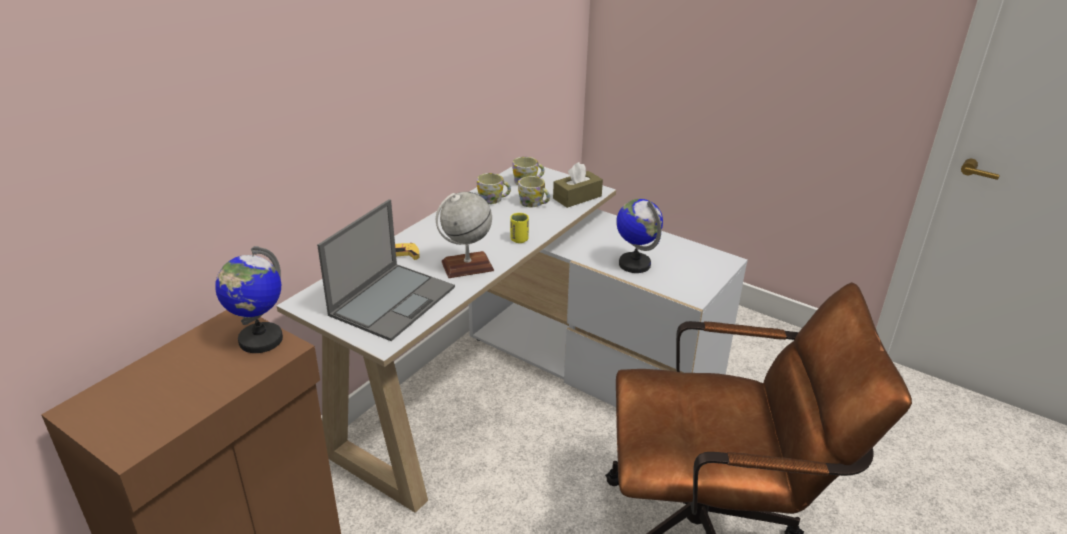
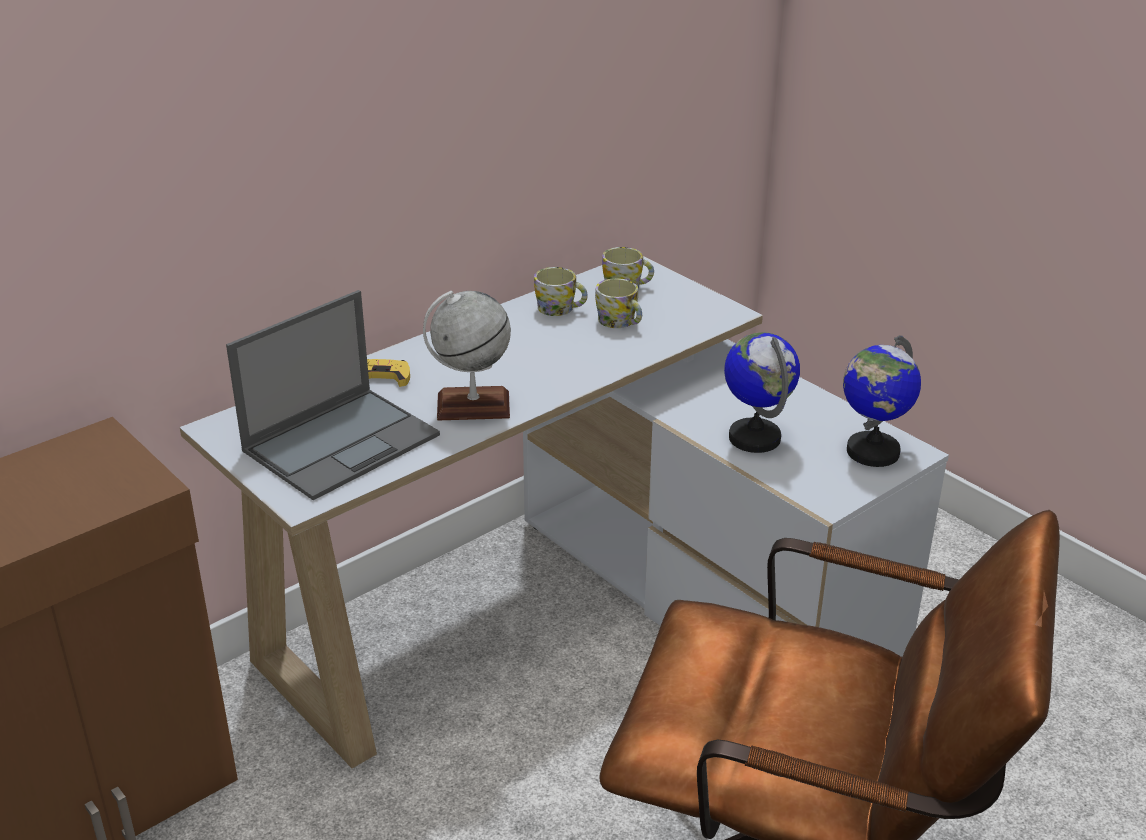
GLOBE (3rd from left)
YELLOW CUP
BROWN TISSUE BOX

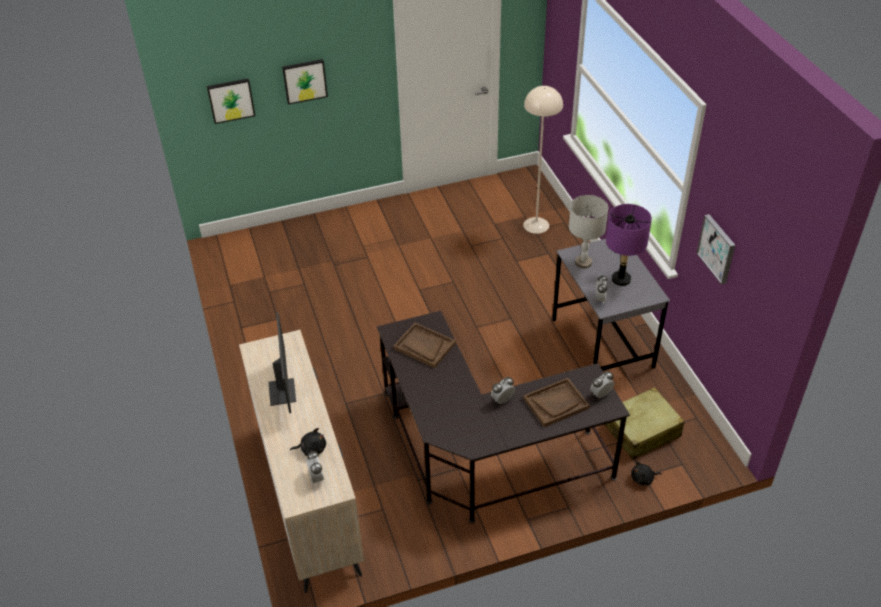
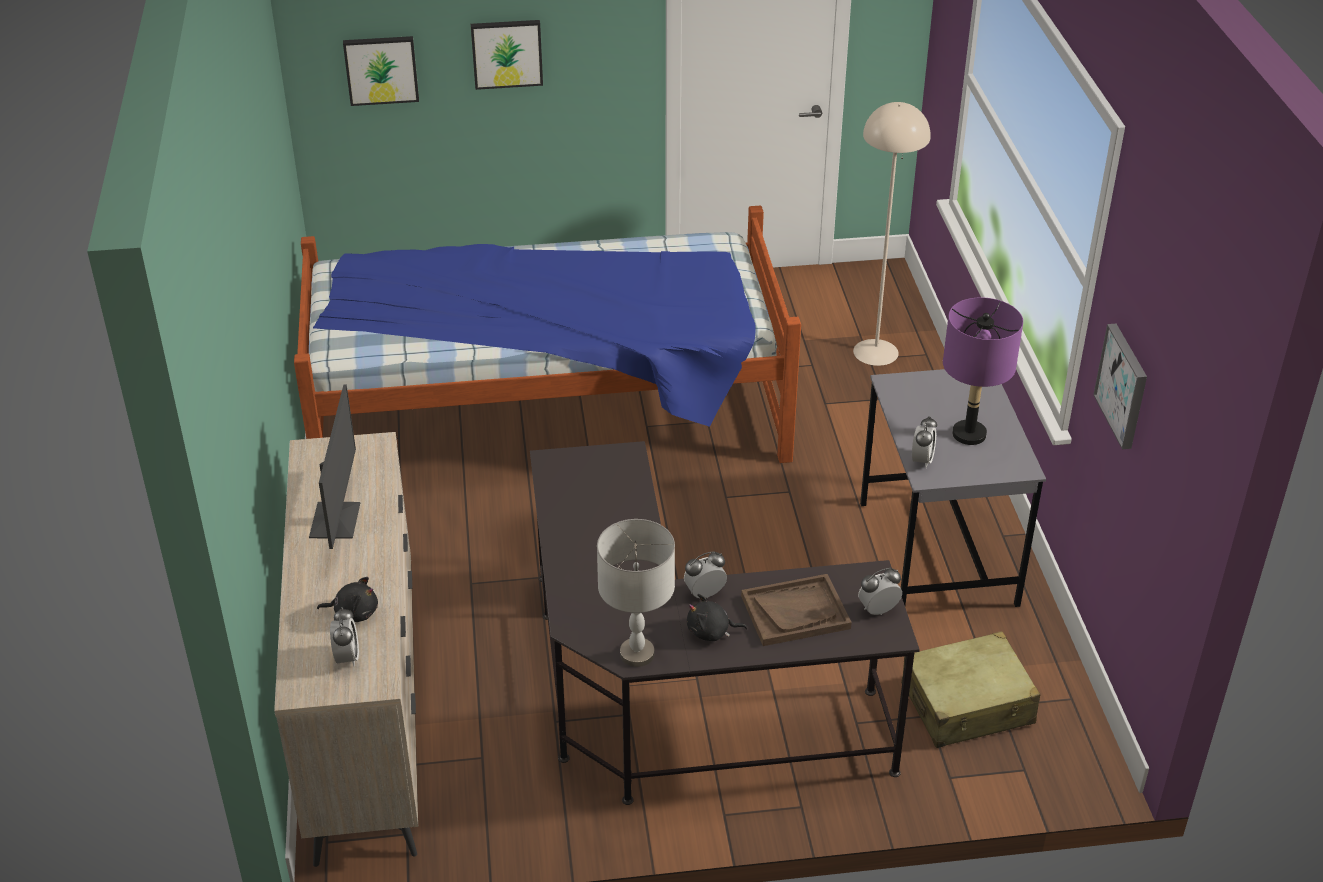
BED
GREY TABLE LAMP
BLACK PLUSH TOY (2nd from left)
BROWN TRAY (1st from left in the first image)

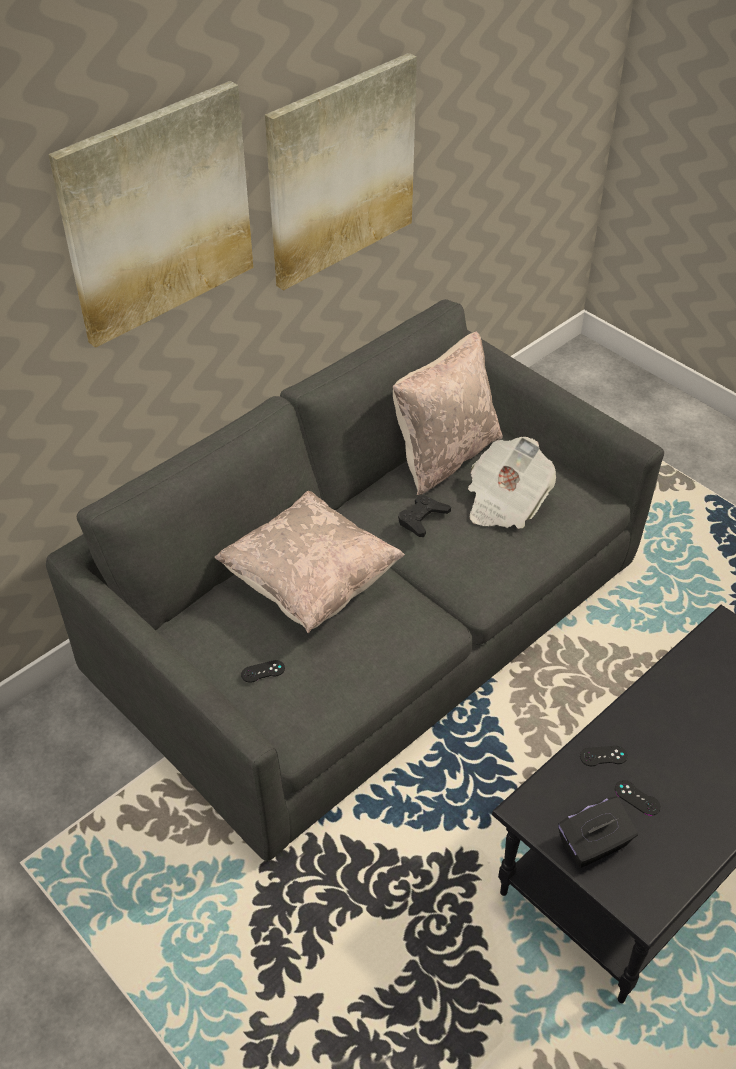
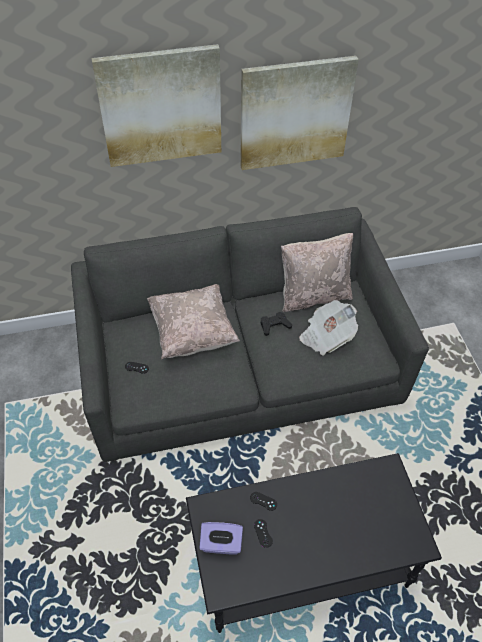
PURPLE TISSUE BOX

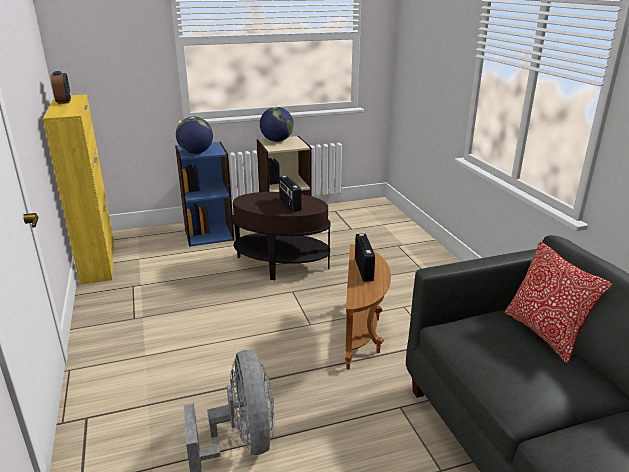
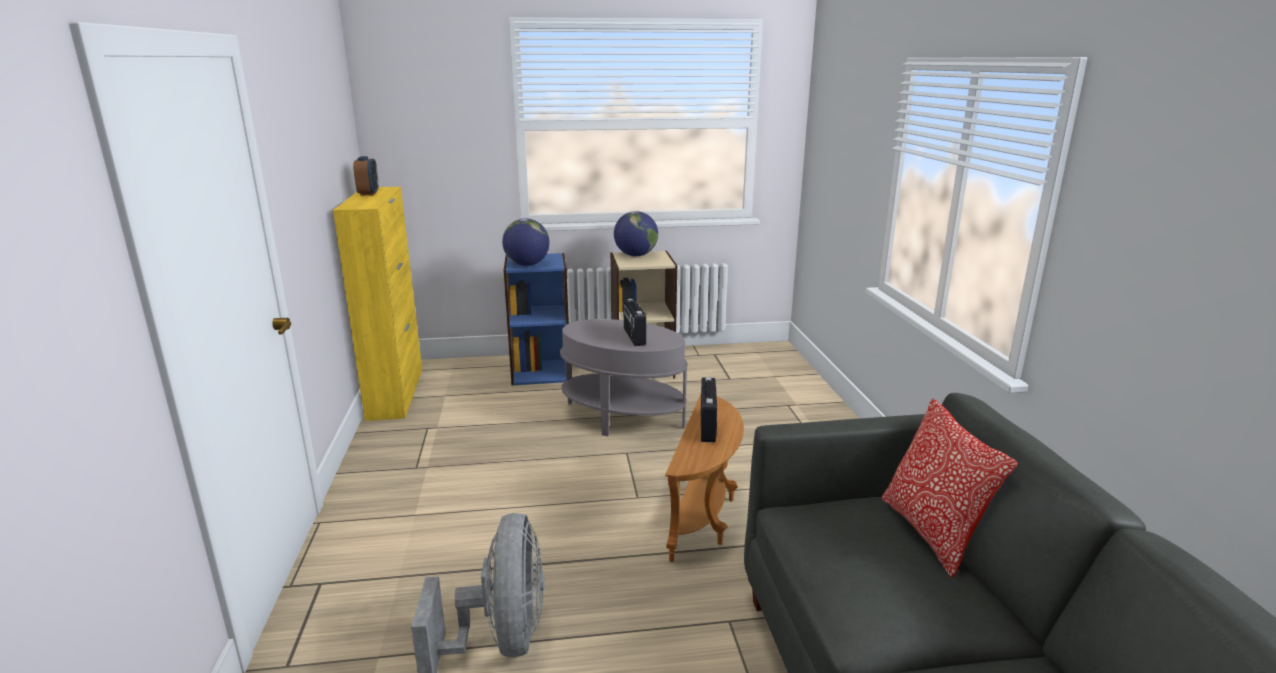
GREY SIDE TABLE

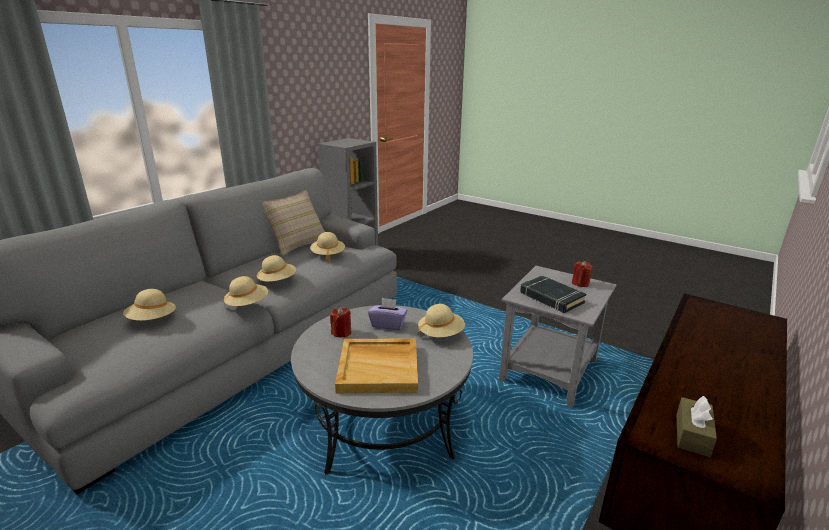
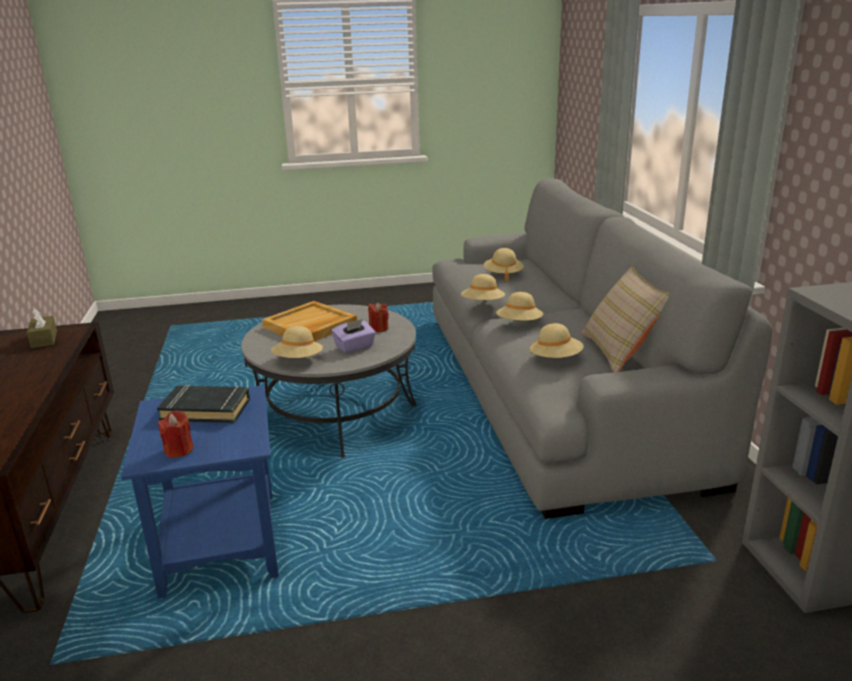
BLUE SIDE TABLE

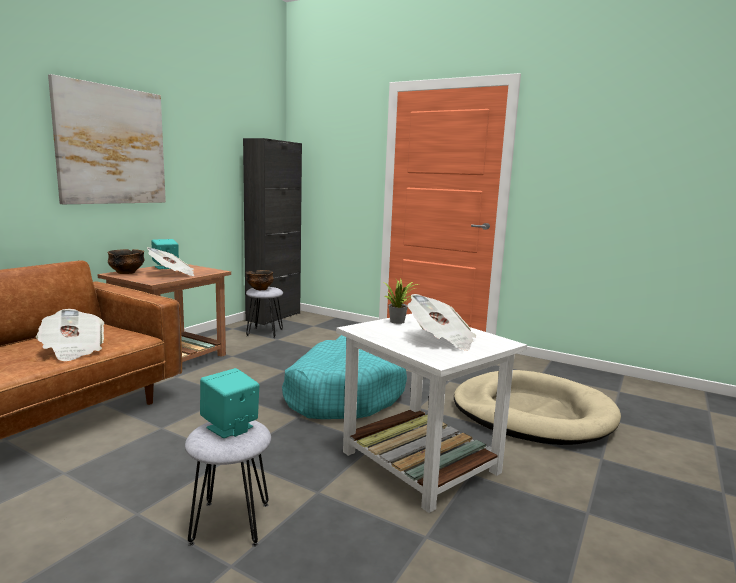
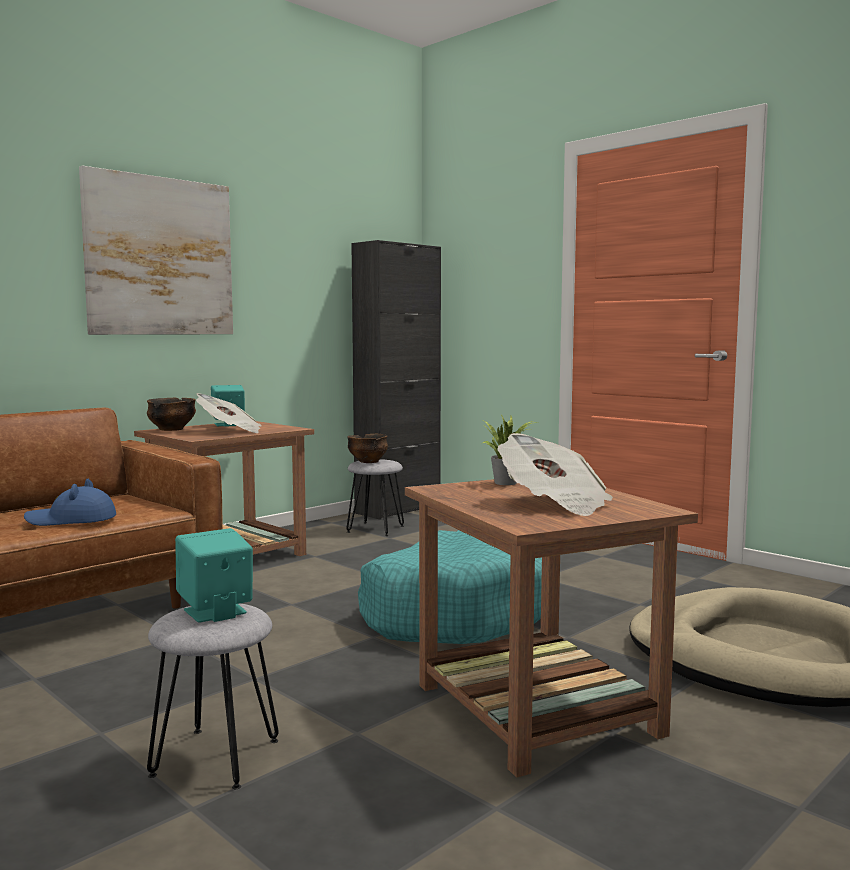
BLUE HAT
BROWN SIDE TABLE (2nd from left)

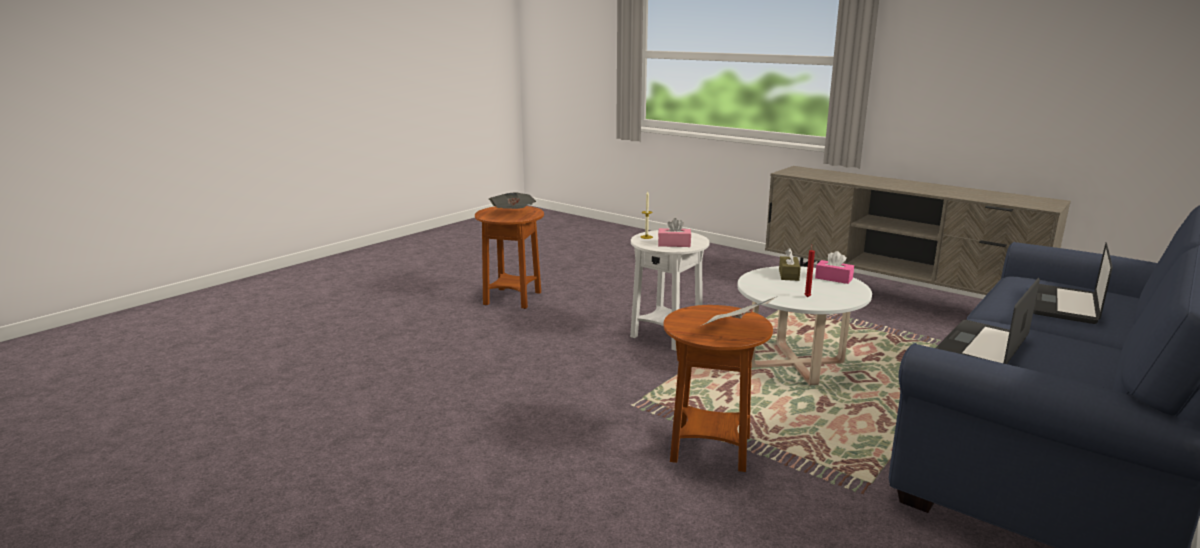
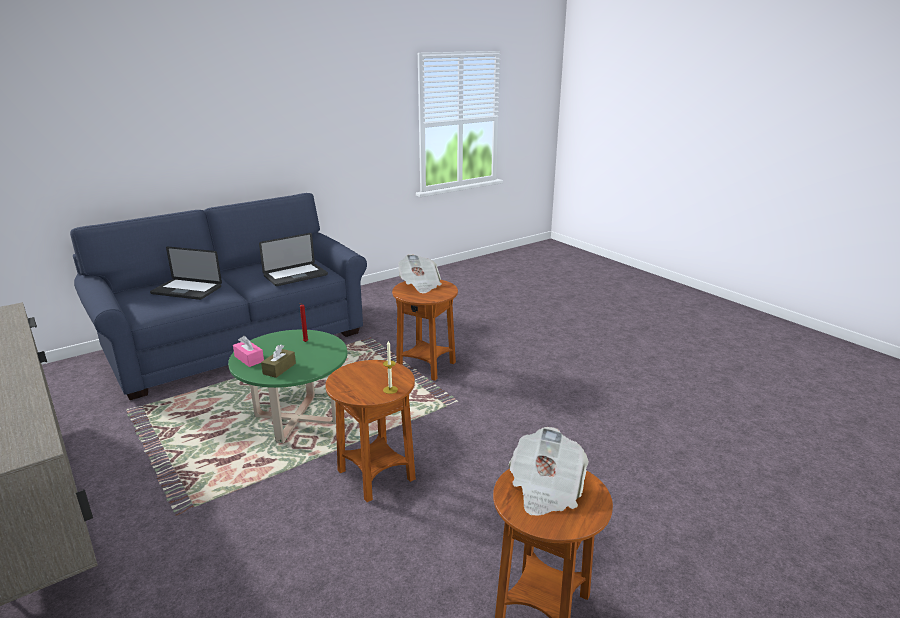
LAPTOP (1st from left)
GREEN COFFEE TABLE
BROWN SIDE TABLE (1st from left)
PINK TISSUE BOX (1st from left in the first image)

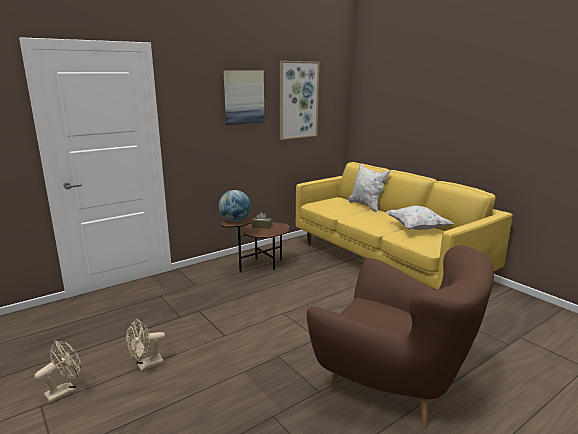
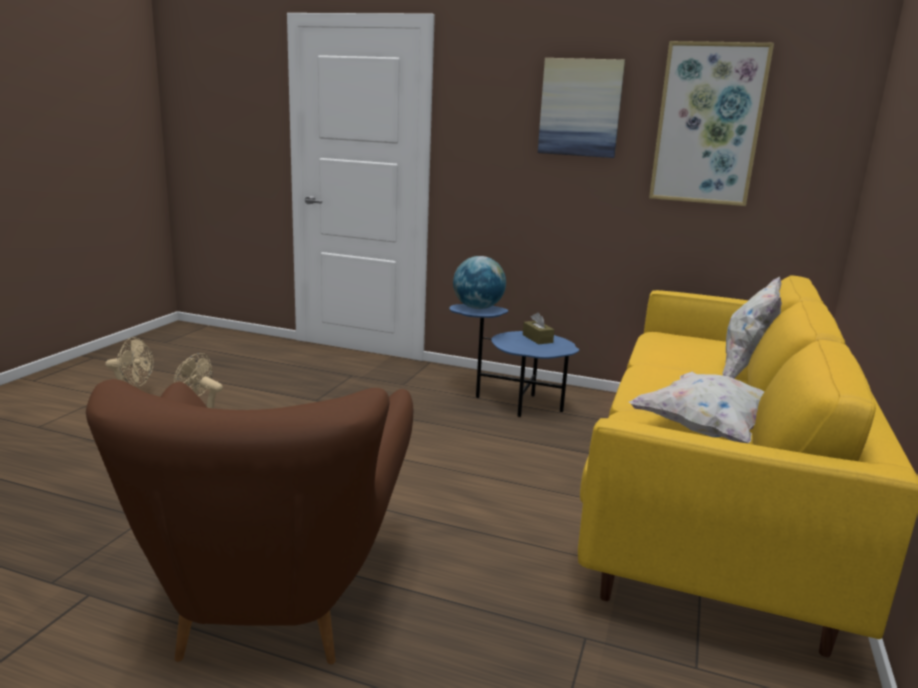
BLUE SIDE TABLE

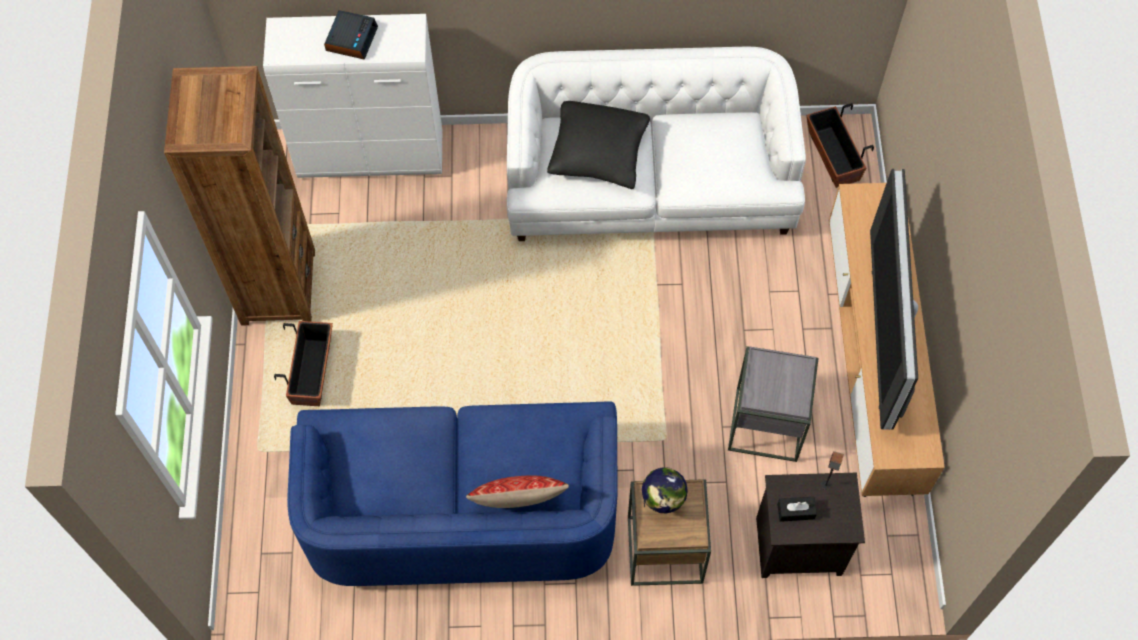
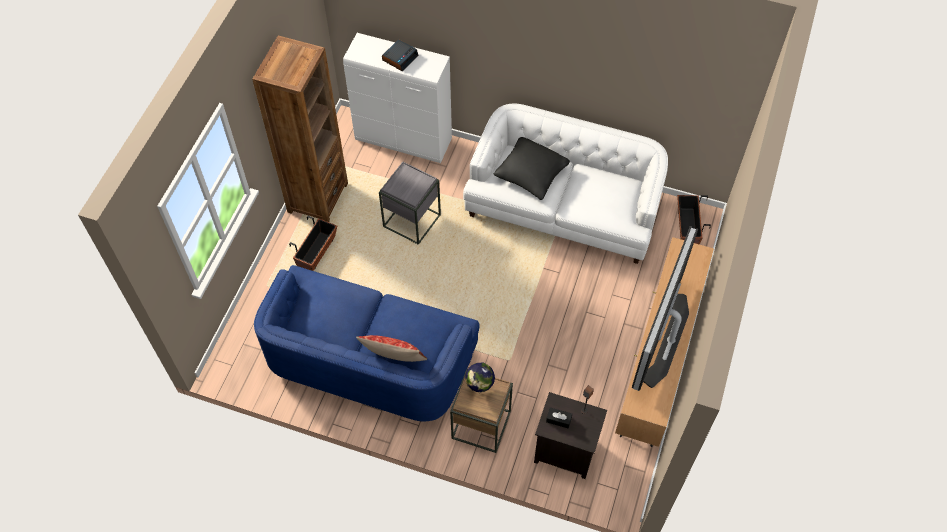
GREY SIDE TABLE

